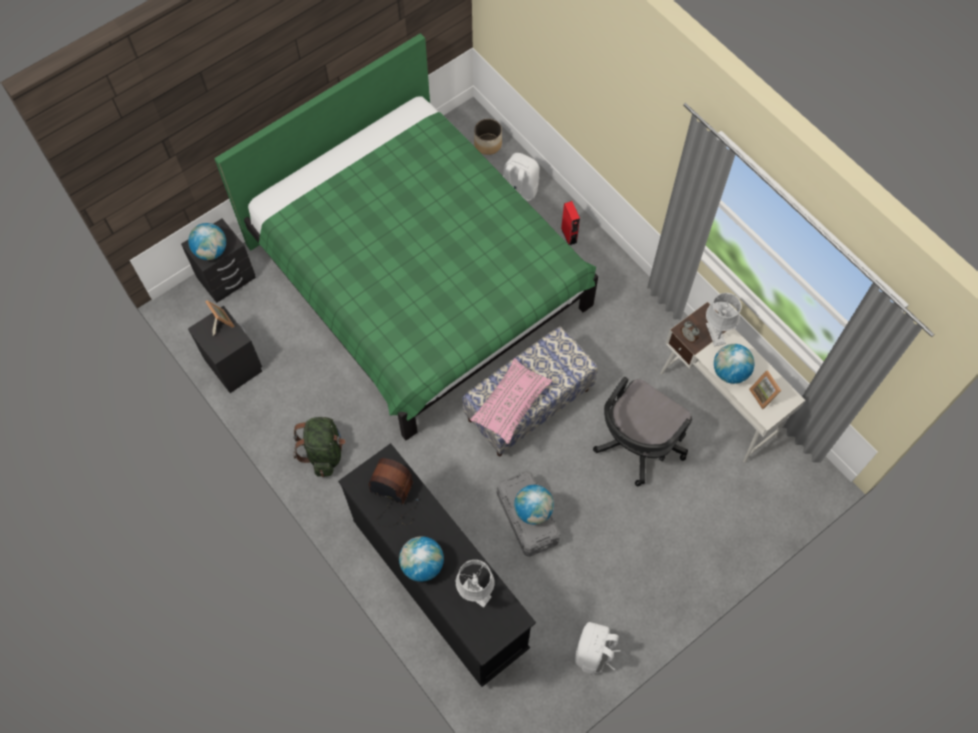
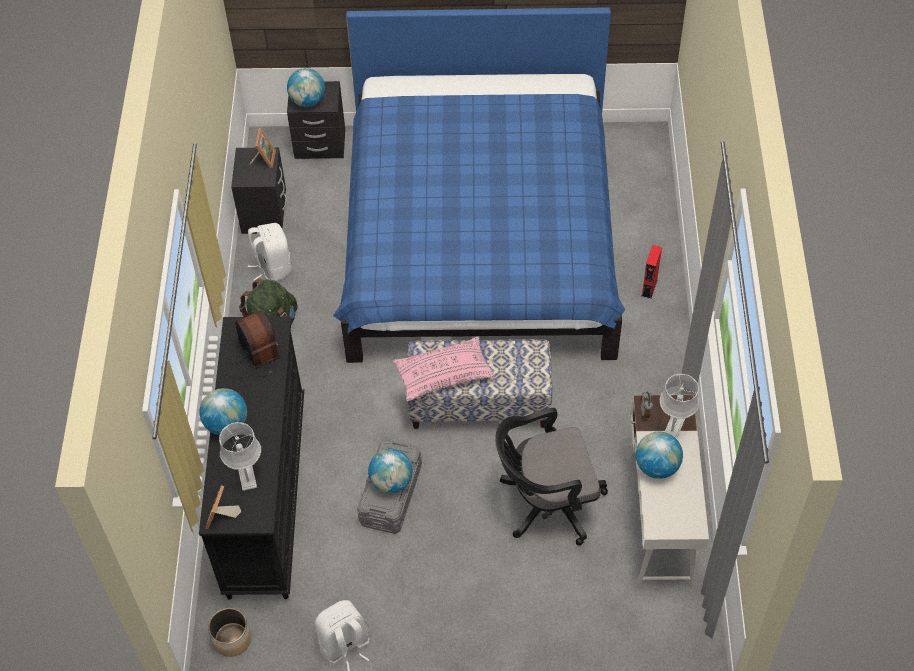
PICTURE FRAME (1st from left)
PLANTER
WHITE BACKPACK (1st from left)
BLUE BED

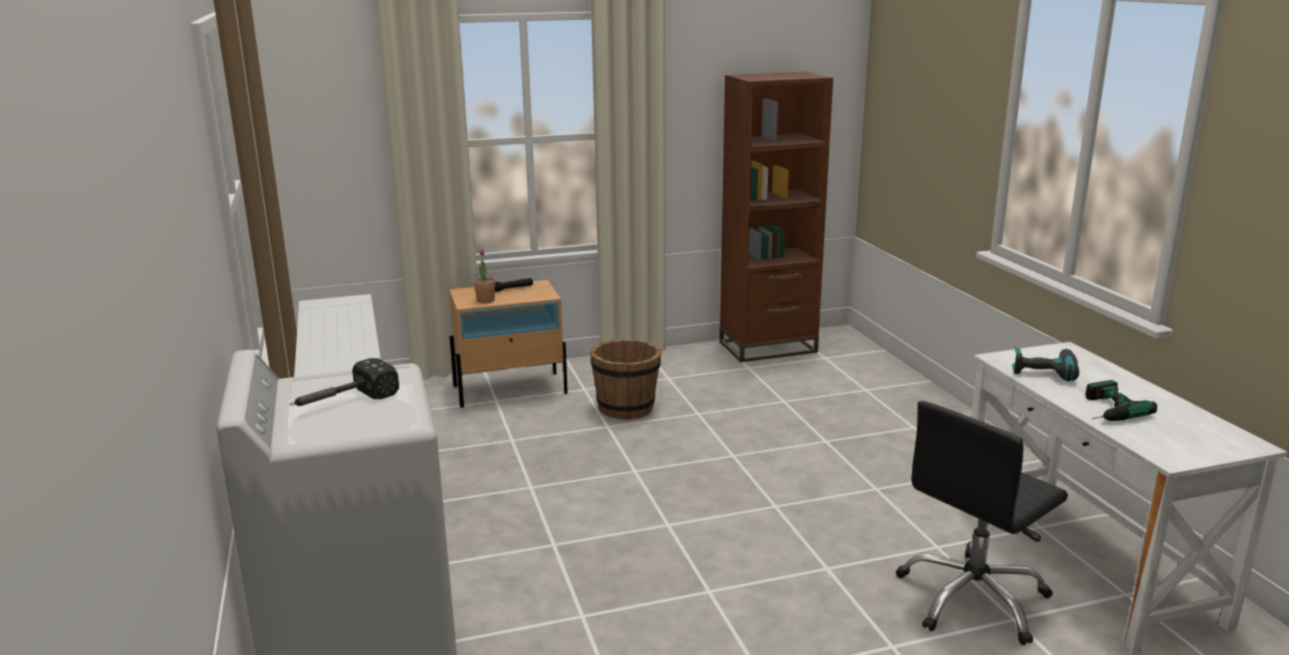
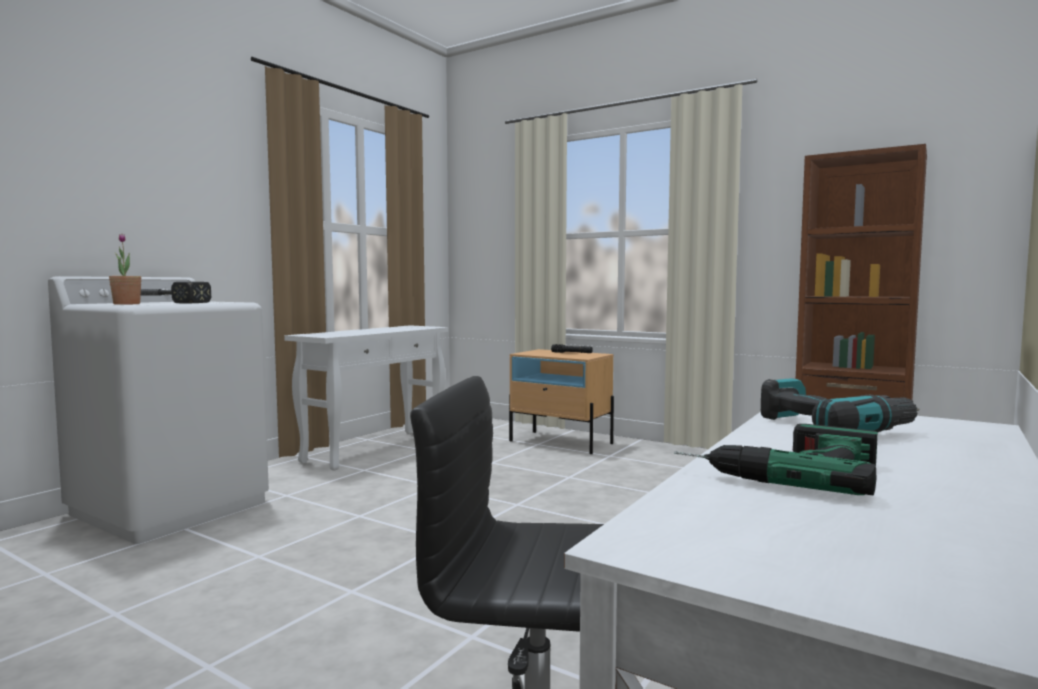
POTTED PLANT
BROWN BUCKET

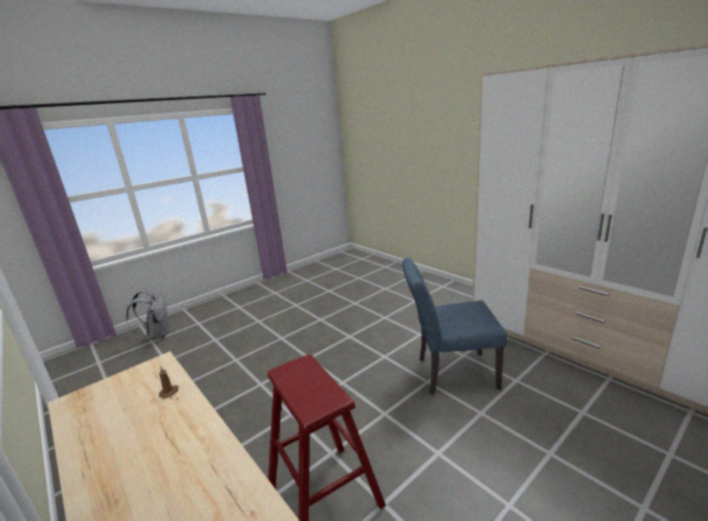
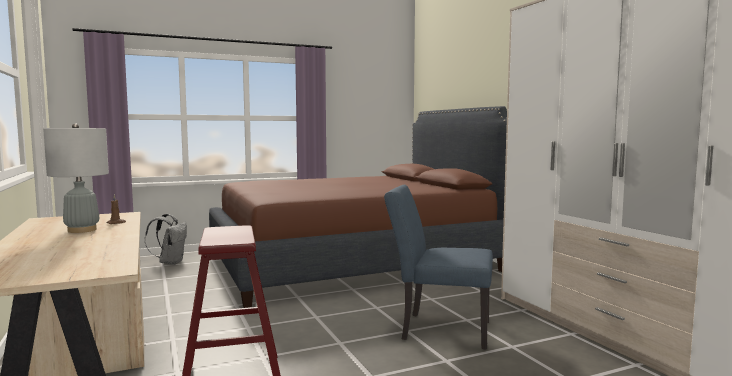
GREY TABLE LAMP
BROWN BED

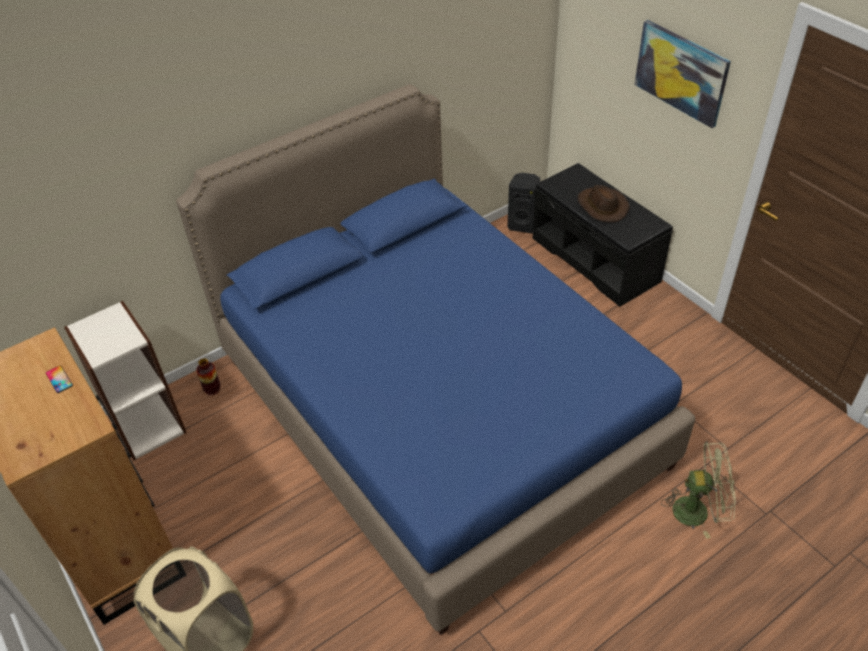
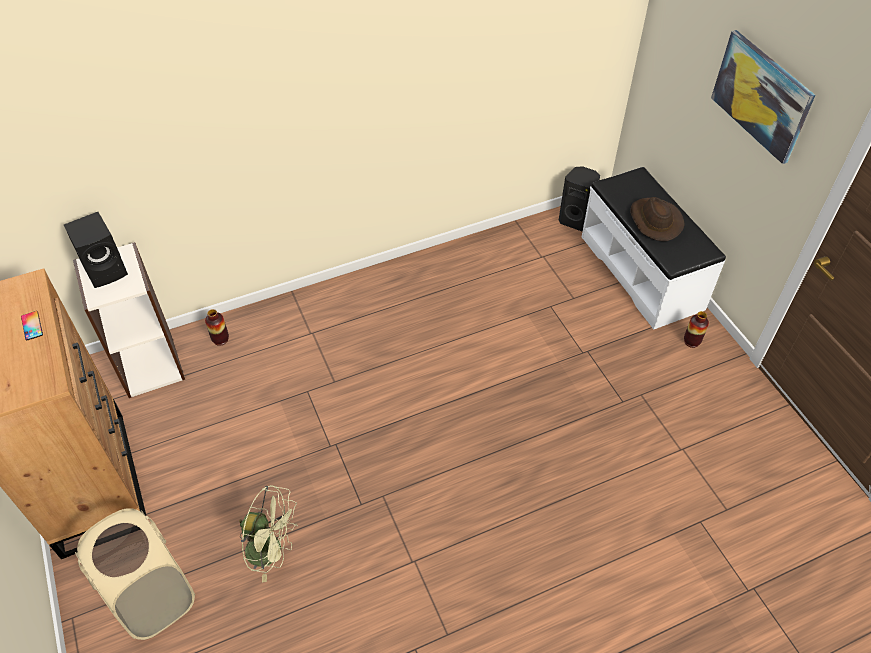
BLACK SPEAKER (1st from left)
GREEN FAN
WHITE BENCH
VASE (2nd from left)
BLUE BED

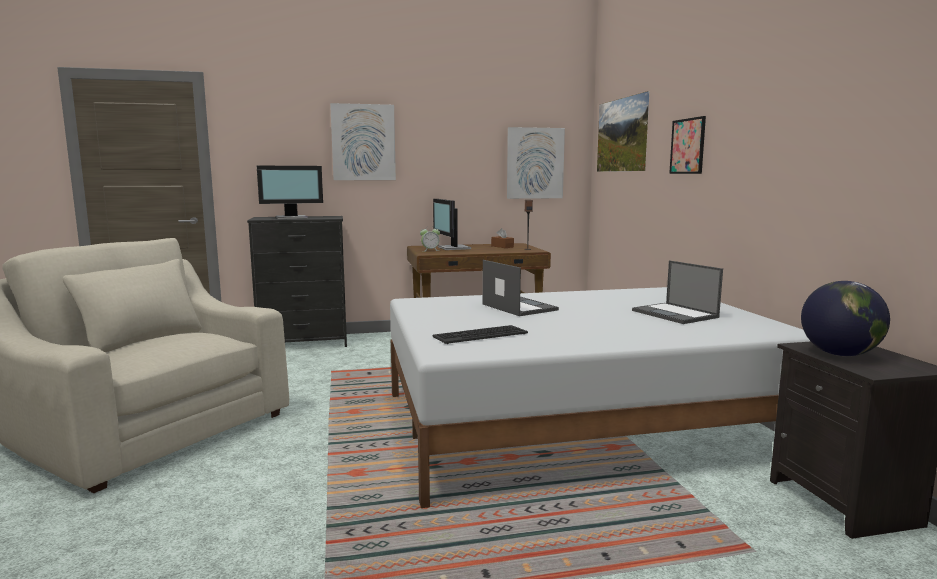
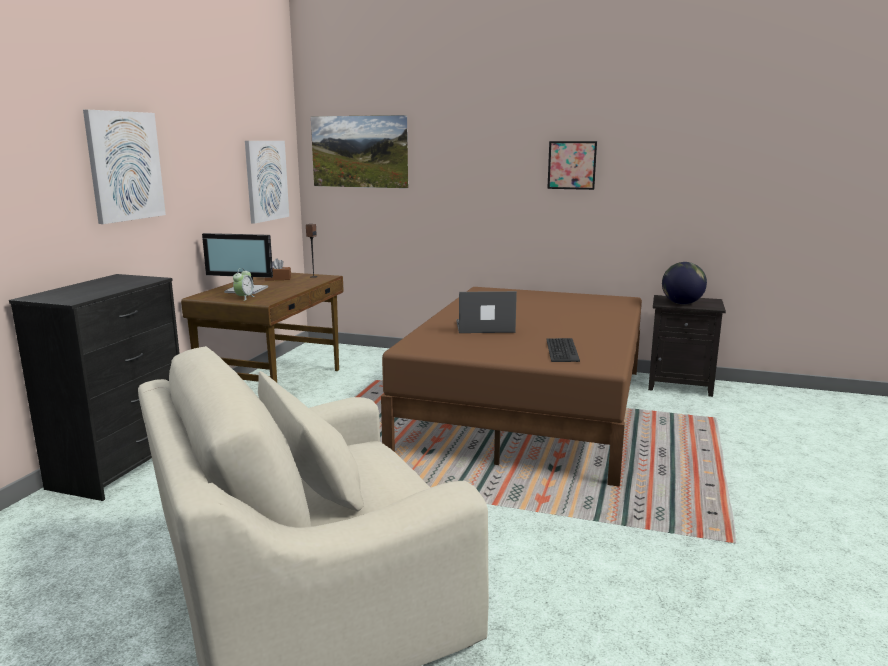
BROWN BED
PICTURE (4th from left)
MONITOR (1st from left in the first image)
LAPTOP (2nd from left in the first image)

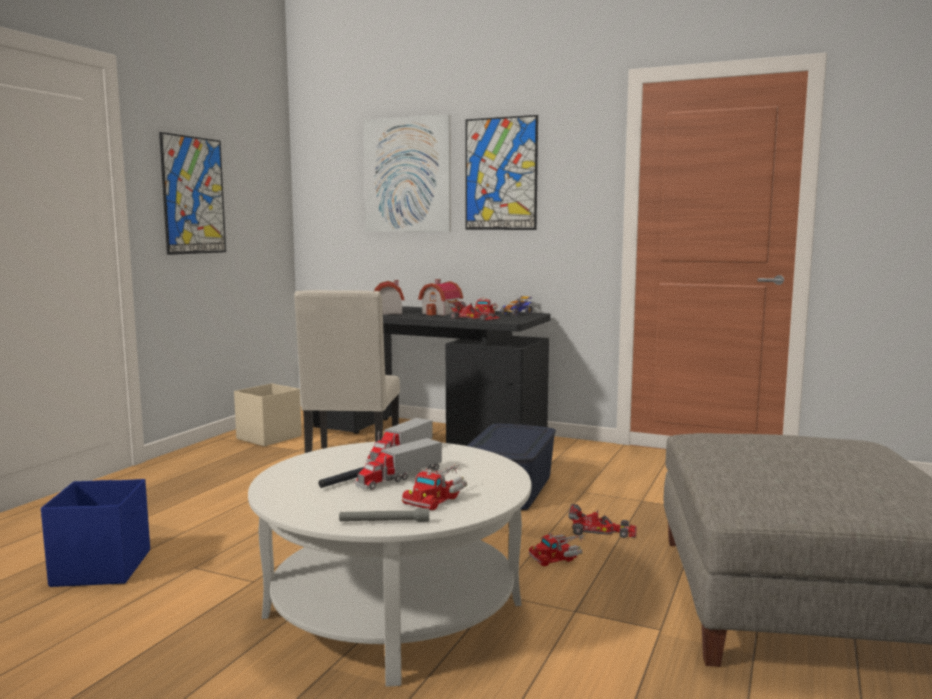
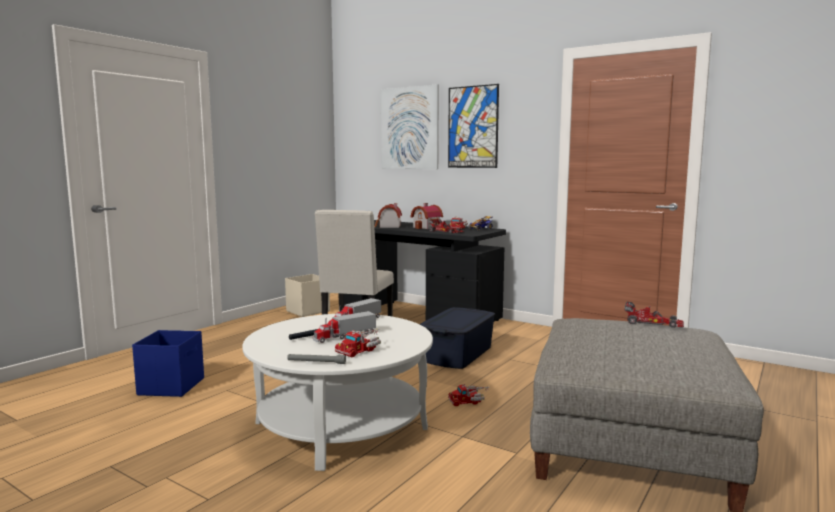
TOY CAR (3rd from left)
PICTURE (1st from left in the first image)

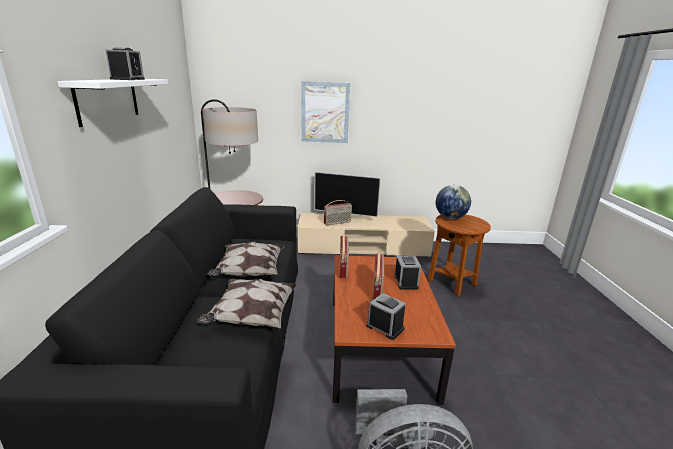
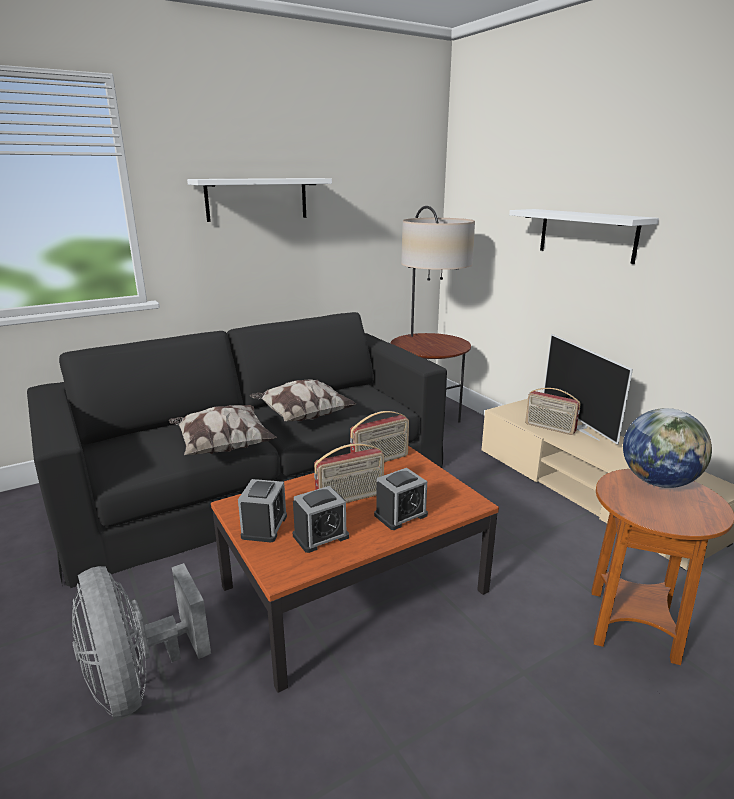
ALARM CLOCK (2nd from left)
WHITE SHELF (2nd from left)

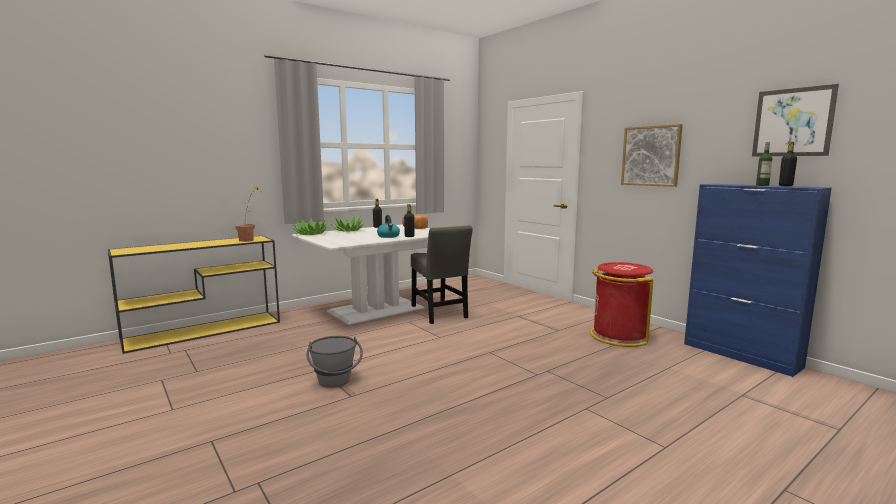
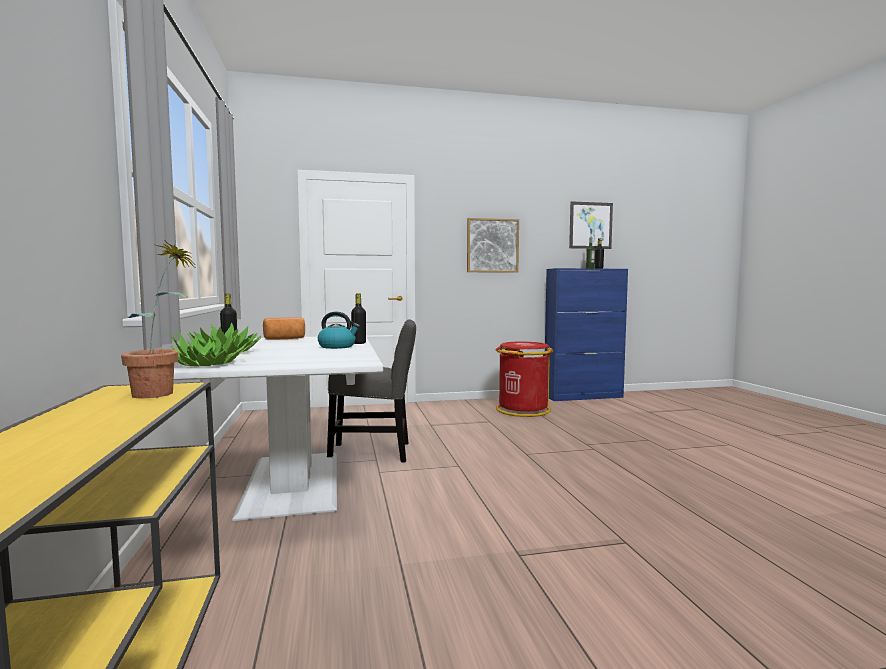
GREY BUCKET

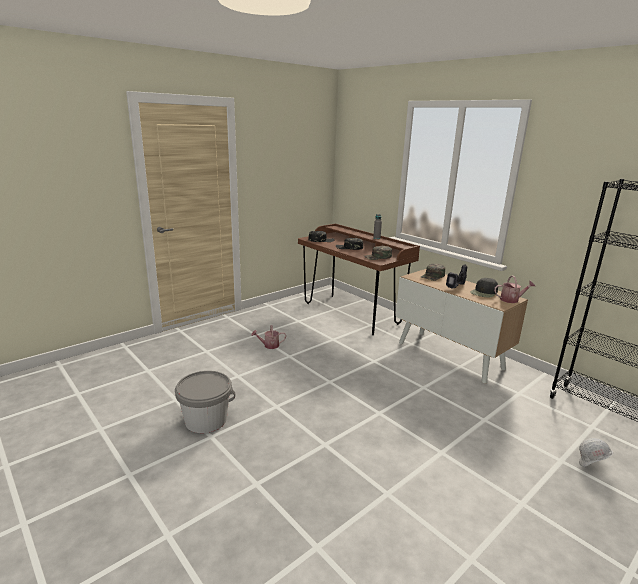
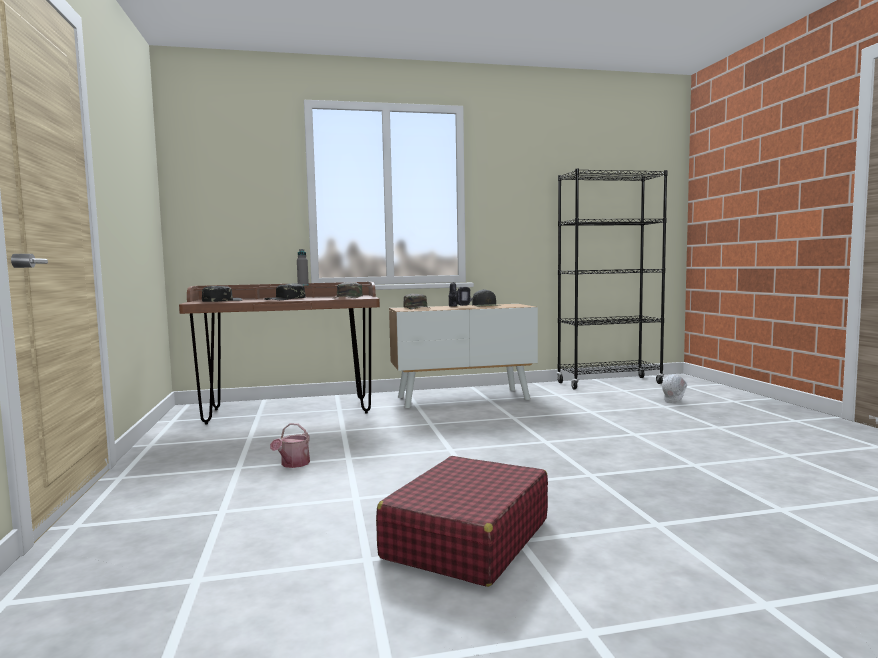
RED SUITCASE
WATERING CAN (2nd from left in the first image)

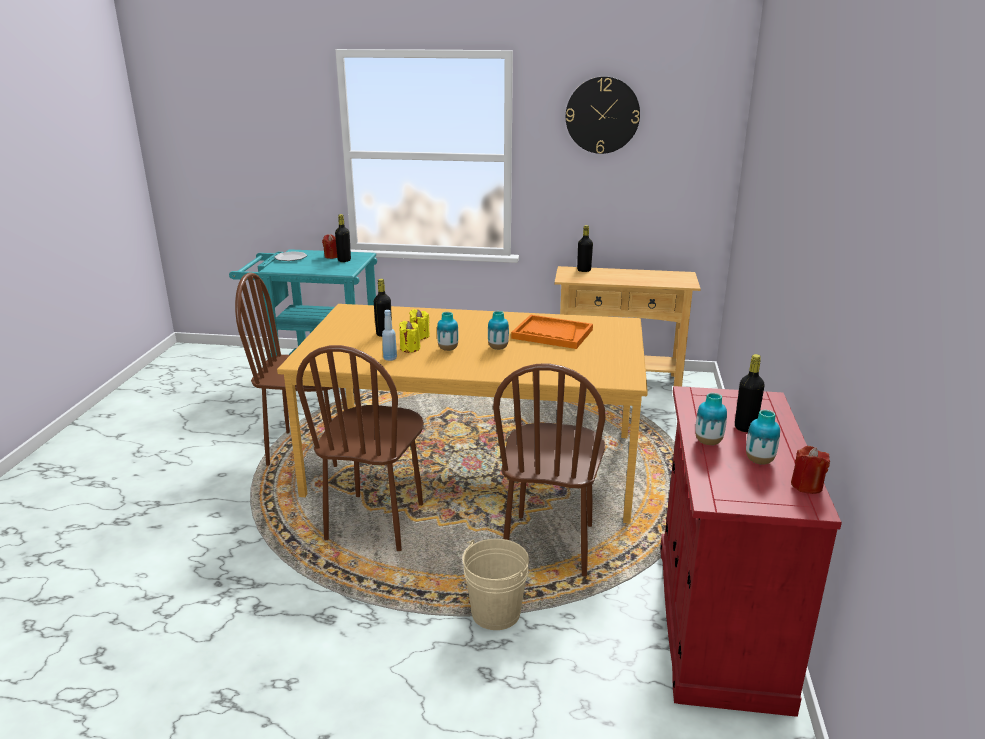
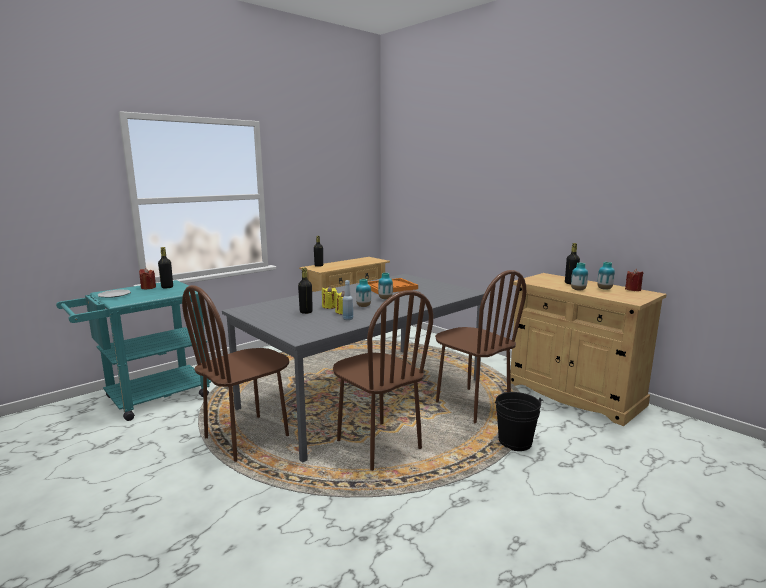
GREY DINING TABLE
BLACK BUCKET
BEIGE CABINET
WALL CLOCK

